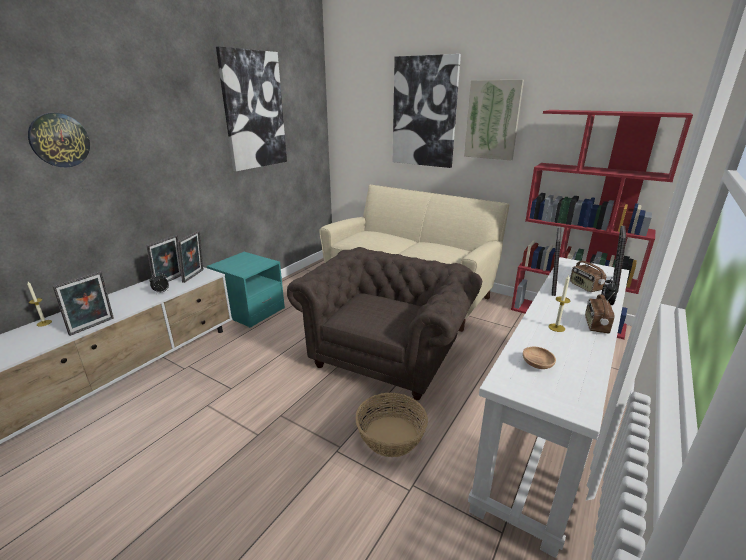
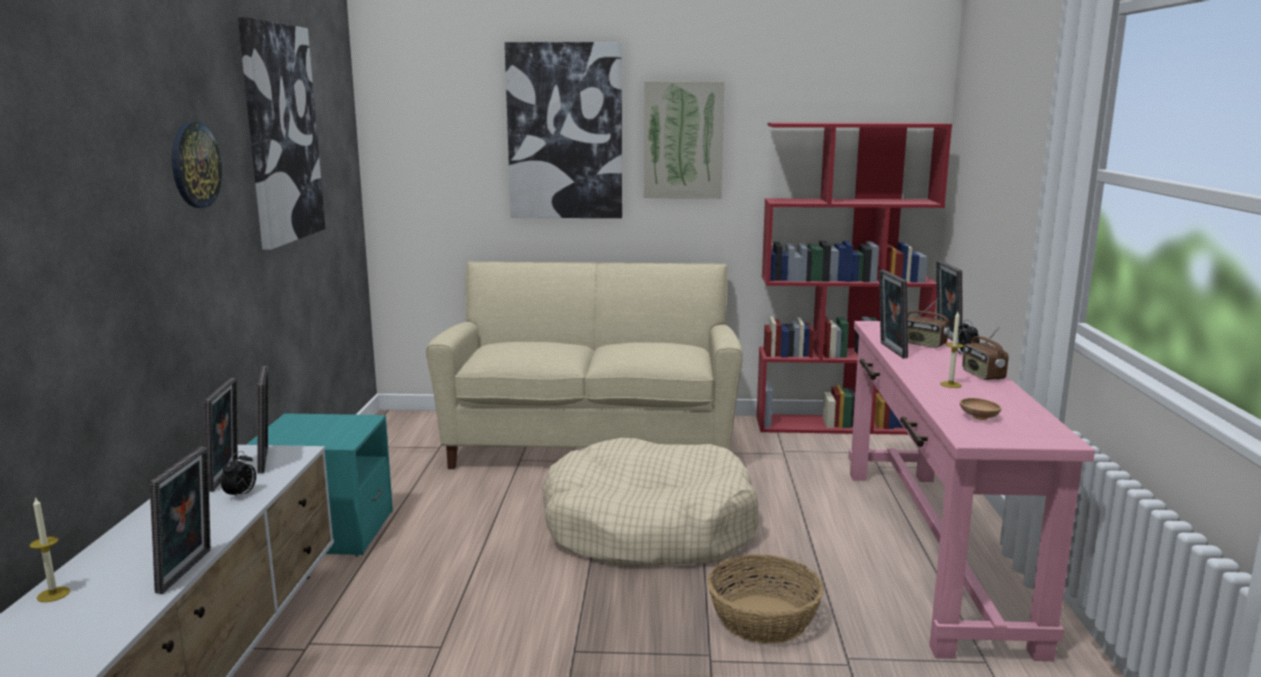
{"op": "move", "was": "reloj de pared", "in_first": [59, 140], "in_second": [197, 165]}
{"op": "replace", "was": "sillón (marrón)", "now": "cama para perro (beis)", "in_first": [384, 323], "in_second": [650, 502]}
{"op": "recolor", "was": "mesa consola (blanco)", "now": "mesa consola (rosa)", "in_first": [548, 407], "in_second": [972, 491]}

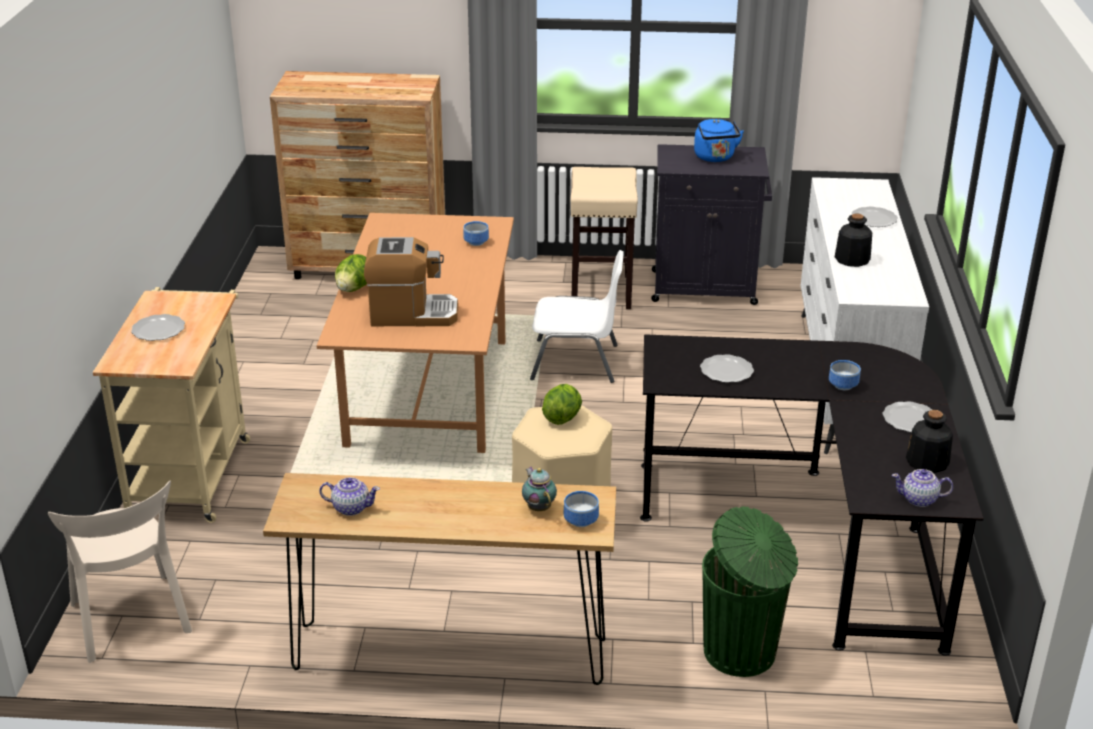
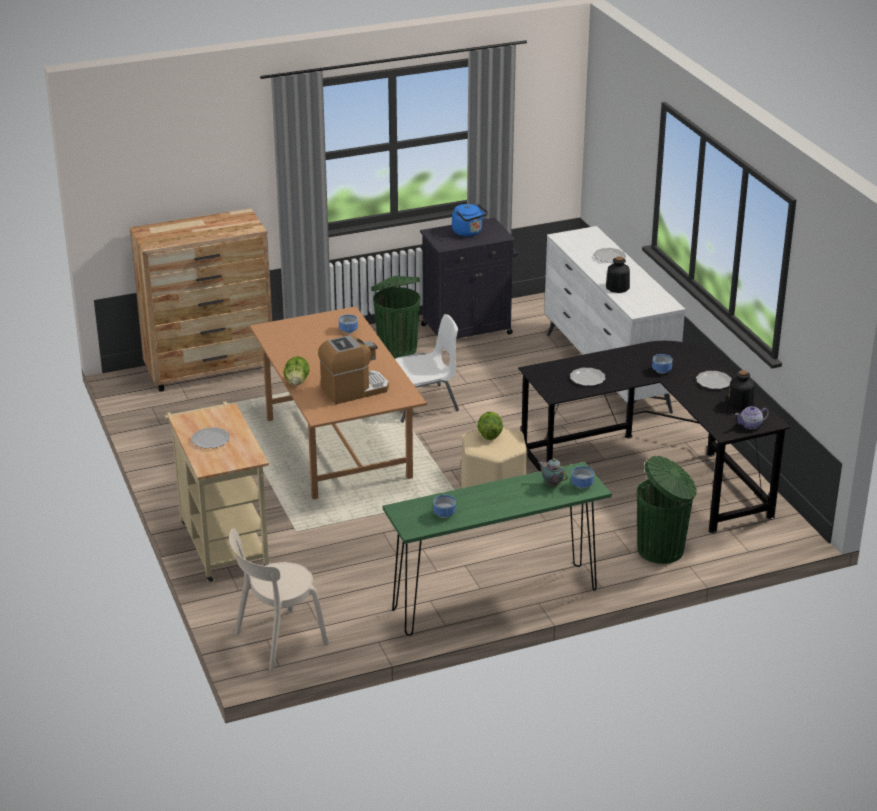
{"op": "rotate", "was": "silla (beis)", "in_first": [120, 572], "in_second": [279, 599], "clockwise": 105}
{"op": "recolor", "was": "mesa consola (marrón)", "now": "mesa consola (verde)", "in_first": [439, 579], "in_second": [497, 549]}
{"op": "replace", "was": "tetera", "now": "cuenco", "in_first": [349, 496], "in_second": [444, 506]}
{"op": "replace", "was": "taburete (beis)", "now": "papelera (verde)", "in_first": [604, 238], "in_second": [395, 317]}

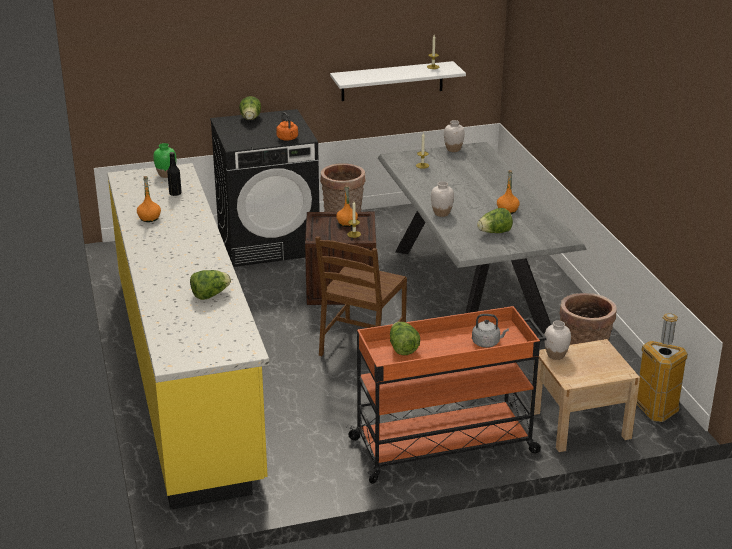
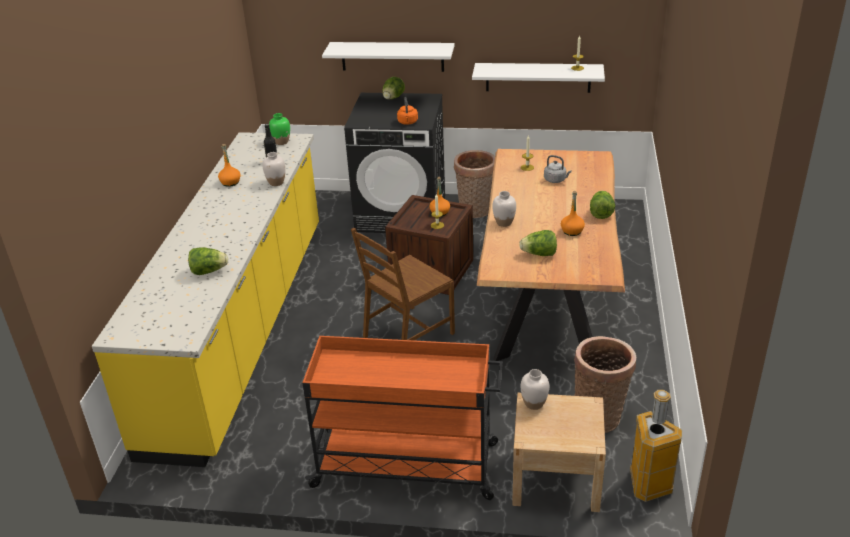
{"op": "recolor", "was": "mesa de comedor (gris)", "now": "mesa de comedor (marrón)", "in_first": [482, 238], "in_second": [551, 255]}
{"op": "move", "was": "lechuga", "in_first": [405, 338], "in_second": [602, 205]}
{"op": "move", "was": "florero (blanco)", "in_first": [454, 136], "in_second": [274, 169]}
{"op": "move", "was": "hervidor (gris)", "in_first": [490, 331], "in_second": [558, 169]}
{"op": "insert", "now": "estante (blanco)", "in_second": [388, 57]}

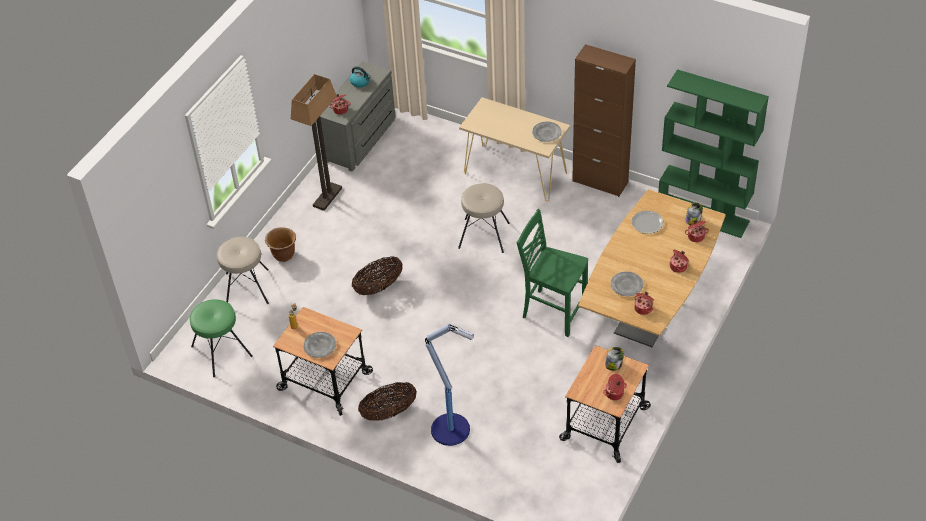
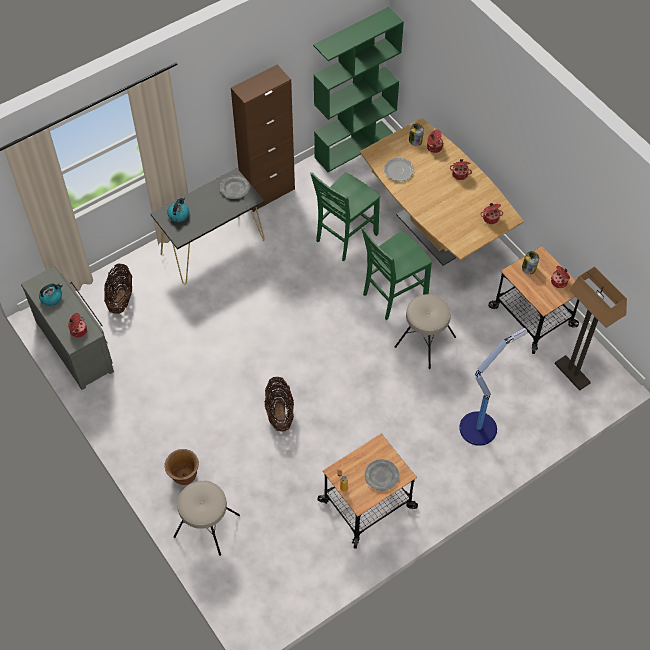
{"op": "delete", "was": "taburete (verde)", "in_first": [221, 338]}
{"op": "move", "was": "lámpara de pie", "in_first": [316, 142], "in_second": [591, 328]}
{"op": "move", "was": "cesta", "in_first": [387, 401], "in_second": [118, 289]}
{"op": "move", "was": "taburete (beis)", "in_first": [484, 218], "in_second": [425, 331]}
{"op": "recolor", "was": "mesa consola (beis)", "now": "mesa consola (negro)", "in_first": [514, 149], "in_second": [207, 226]}
{"op": "delete", "was": "plato (gris)", "in_first": [627, 283]}
{"op": "insert", "now": "hervidor", "in_second": [178, 209]}
{"op": "insert", "now": "silla (verde)", "in_second": [345, 216]}

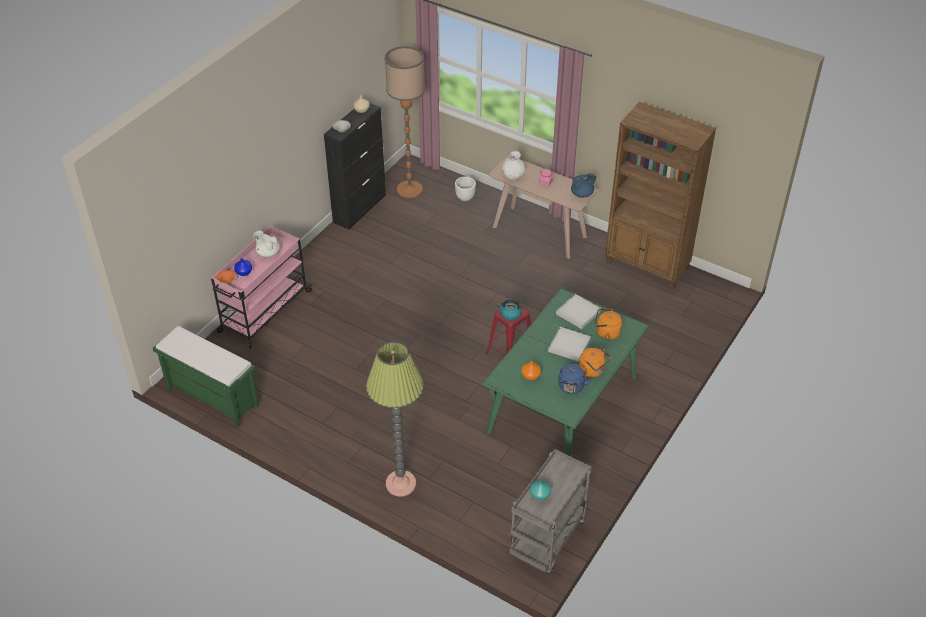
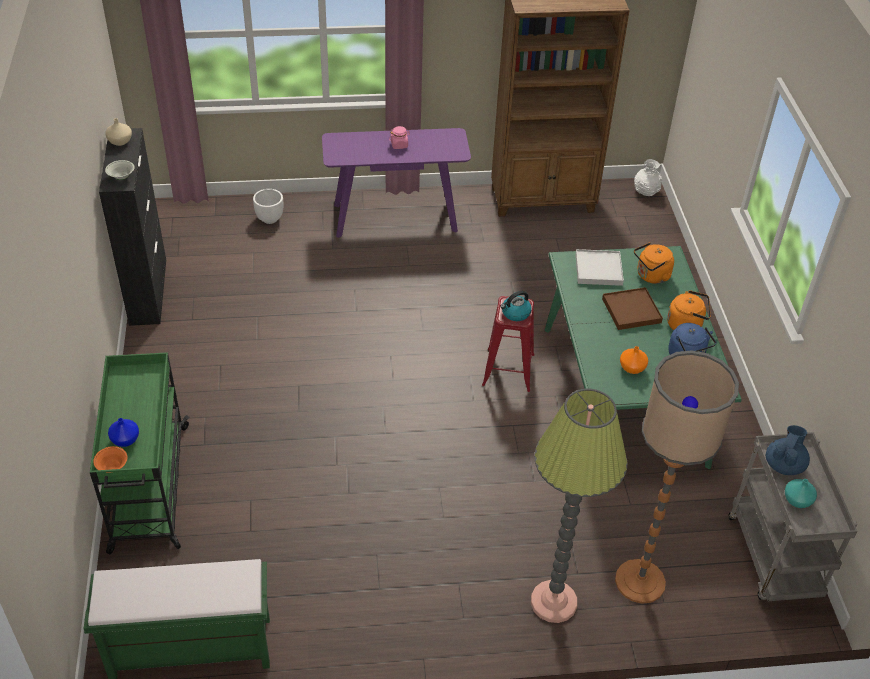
{"op": "recolor", "was": "carrito (rosa)", "now": "carrito (verde)", "in_first": [261, 287], "in_second": [139, 453]}
{"op": "delete", "was": "tetera (blanco)", "in_first": [266, 244]}
{"op": "move", "was": "lámpara de pie", "in_first": [404, 122], "in_second": [677, 477]}
{"op": "recolor", "was": "mesa consola (beis)", "now": "mesa consola (morado)", "in_first": [543, 207], "in_second": [396, 183]}
{"op": "move", "was": "florero (blanco)", "in_first": [513, 165], "in_second": [648, 177]}
{"op": "recolor", "was": "bandeja (blanco)", "now": "bandeja (marrón)", "in_first": [569, 344], "in_second": [632, 308]}
{"op": "move", "was": "tetera (azul)", "in_first": [584, 186], "in_second": [788, 450]}

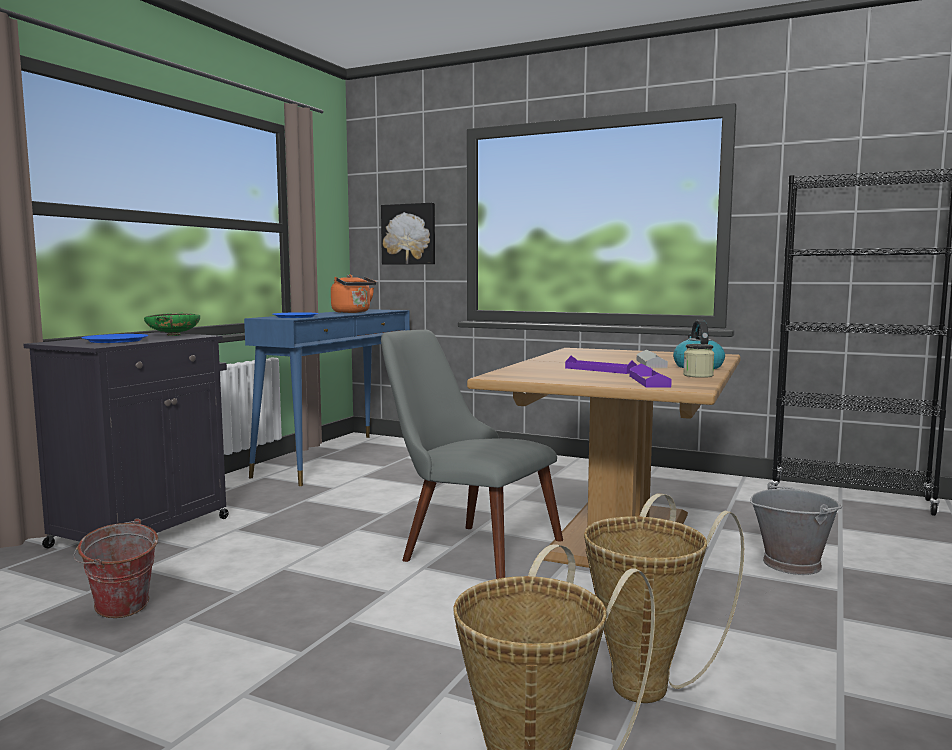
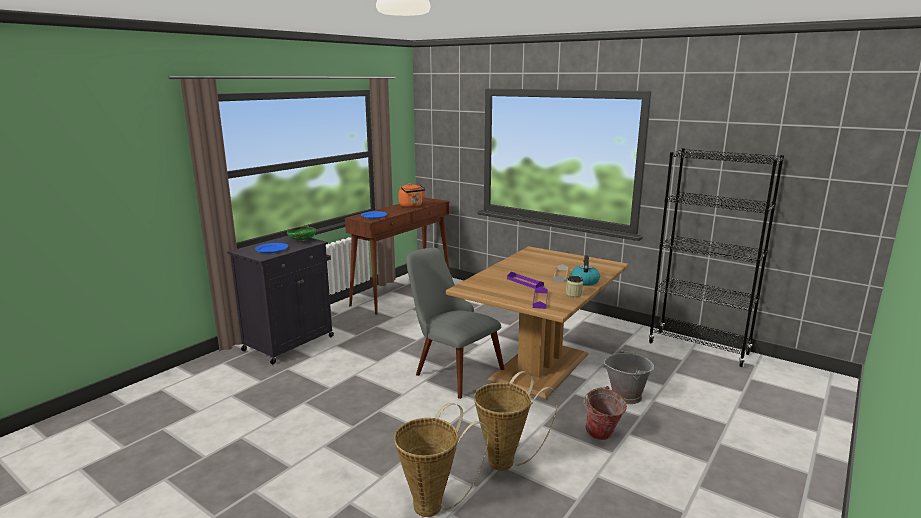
{"op": "move", "was": "cubo", "in_first": [115, 568], "in_second": [605, 413]}
{"op": "recolor", "was": "mesa consola (azul)", "now": "mesa consola (marrón)", "in_first": [327, 397], "in_second": [397, 256]}
{"op": "delete", "was": "cuadro", "in_first": [408, 234]}

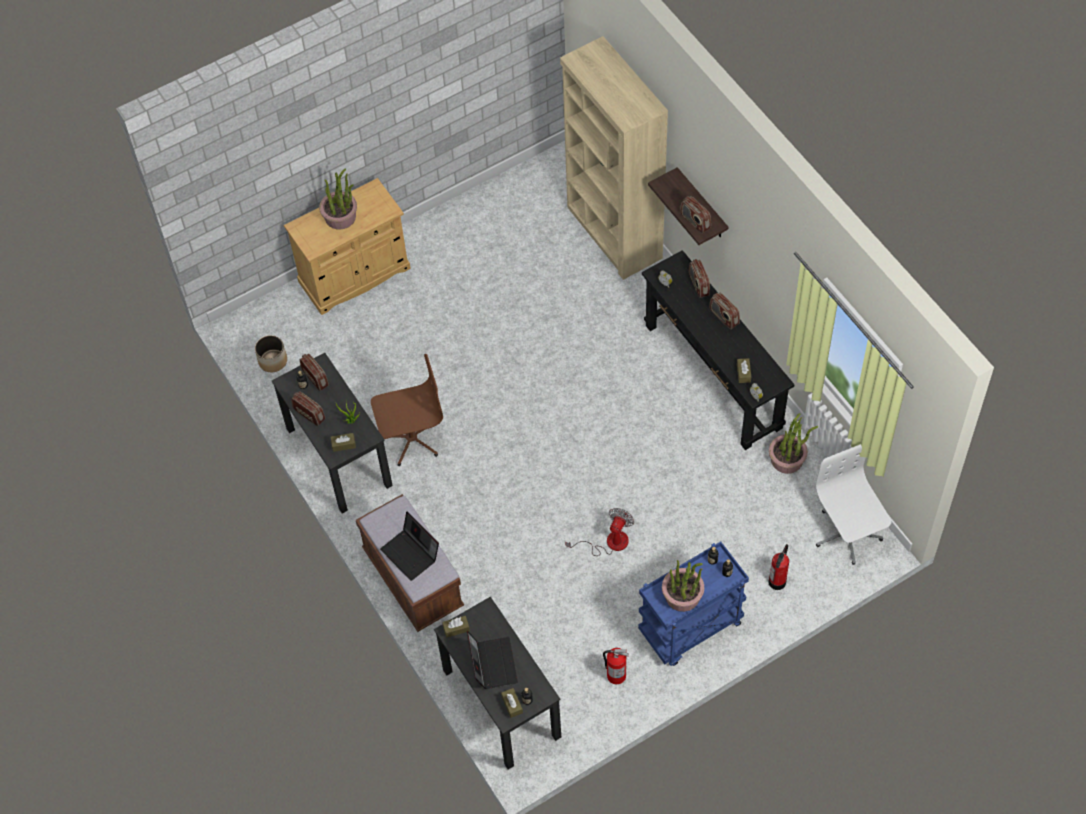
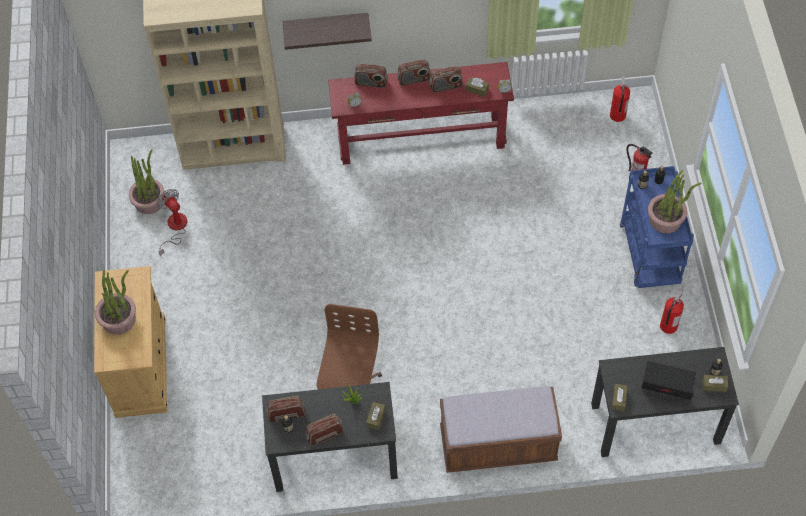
{"op": "delete", "was": "maceta", "in_first": [271, 353]}
{"op": "delete", "was": "portátil", "in_first": [409, 546]}
{"op": "move", "was": "ventilador", "in_first": [599, 532], "in_second": [172, 222]}
{"op": "recolor", "was": "mesa consola (negro)", "now": "mesa consola (rojo)", "in_first": [718, 350], "in_second": [421, 113]}
{"op": "move", "was": "radio", "in_first": [695, 215], "in_second": [446, 79]}
{"op": "move", "was": "planta en maceta", "in_first": [793, 443], "in_second": [146, 181]}
{"op": "replace", "was": "silla de oficina (blanco)", "now": "extintor", "in_first": [853, 504], "in_second": [620, 98]}

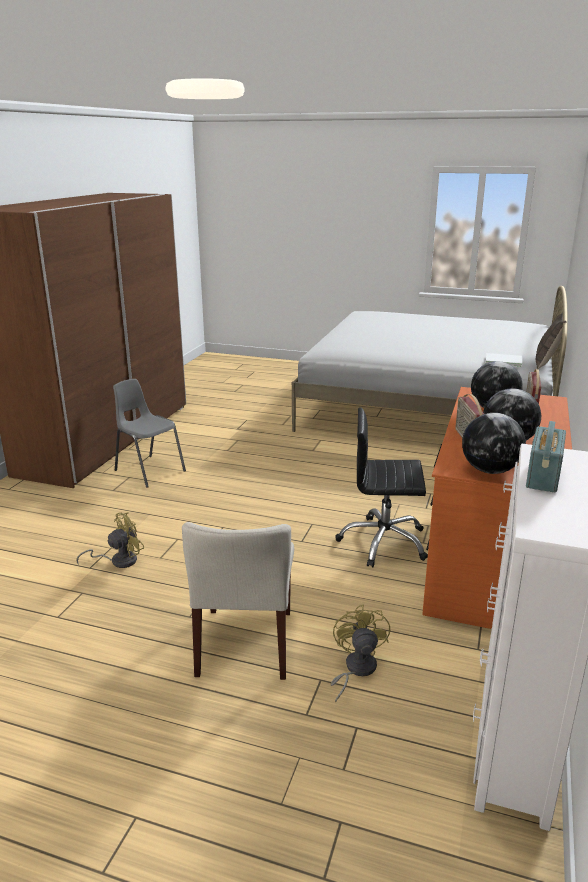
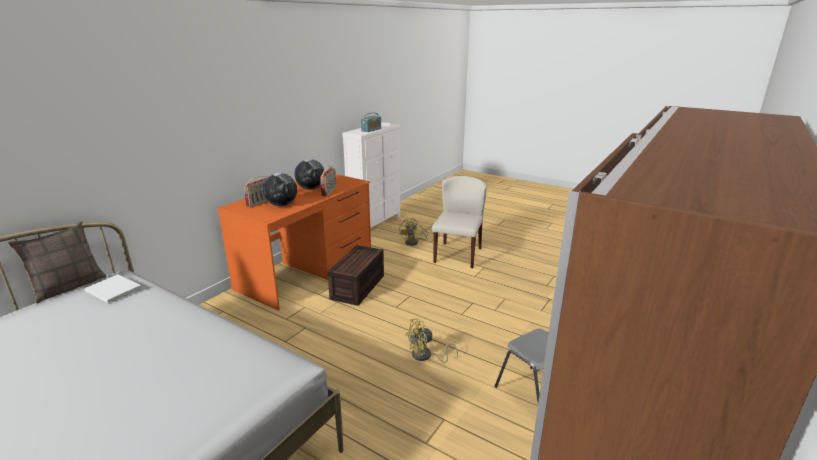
{"op": "move", "was": "ventilador (amarillo)", "in_first": [110, 540], "in_second": [432, 340]}
{"op": "replace", "was": "silla de oficina (negro)", "now": "caja de almacenaje (marrón)", "in_first": [381, 487], "in_second": [355, 275]}
{"op": "delete", "was": "globo terráqueo", "in_first": [494, 443]}

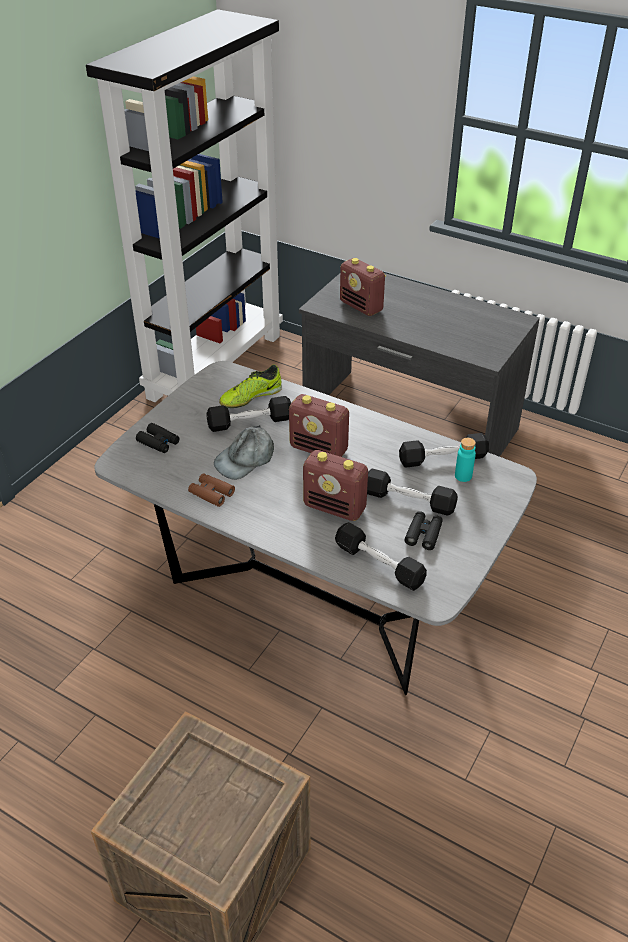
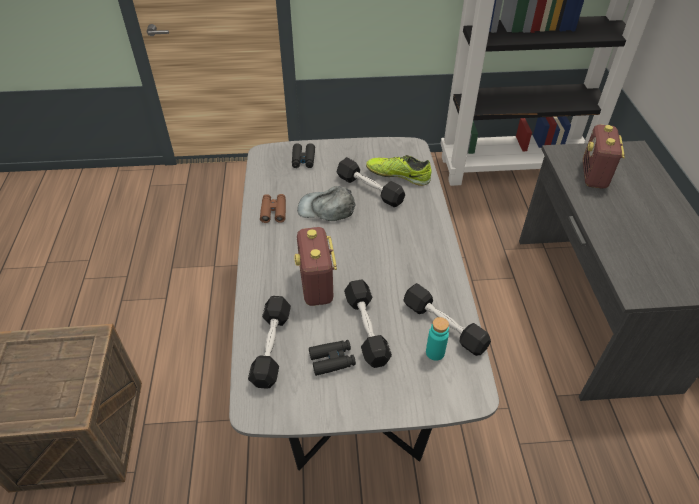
{"op": "delete", "was": "radio", "in_first": [319, 425]}

